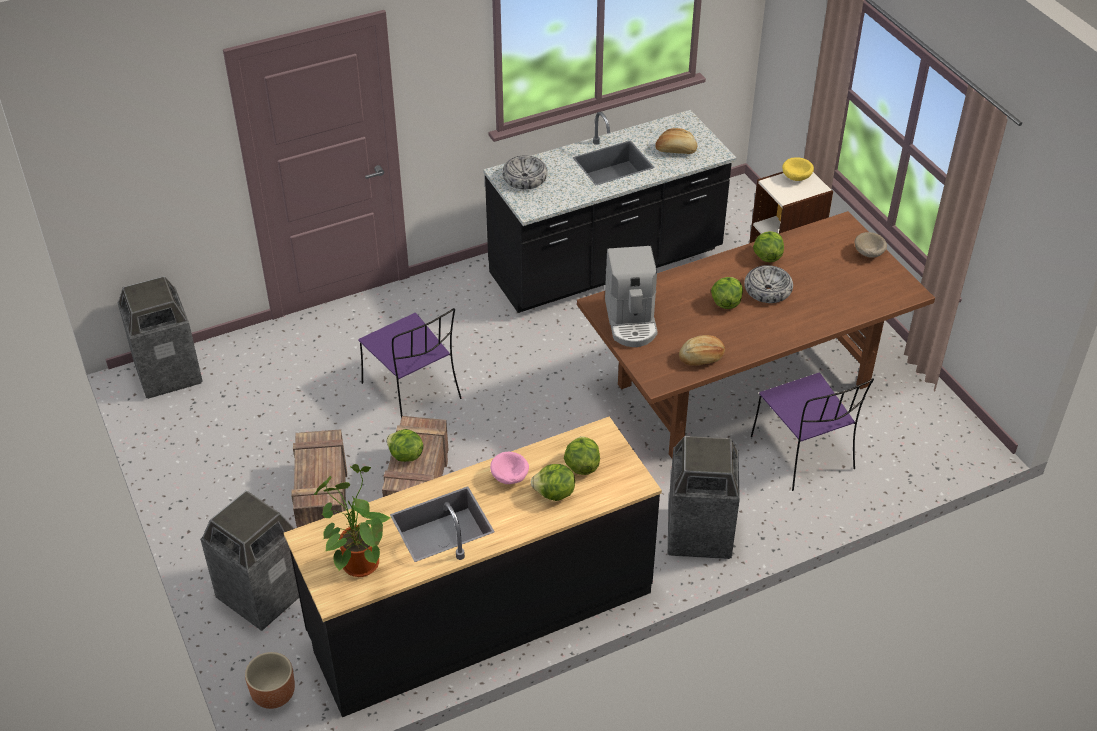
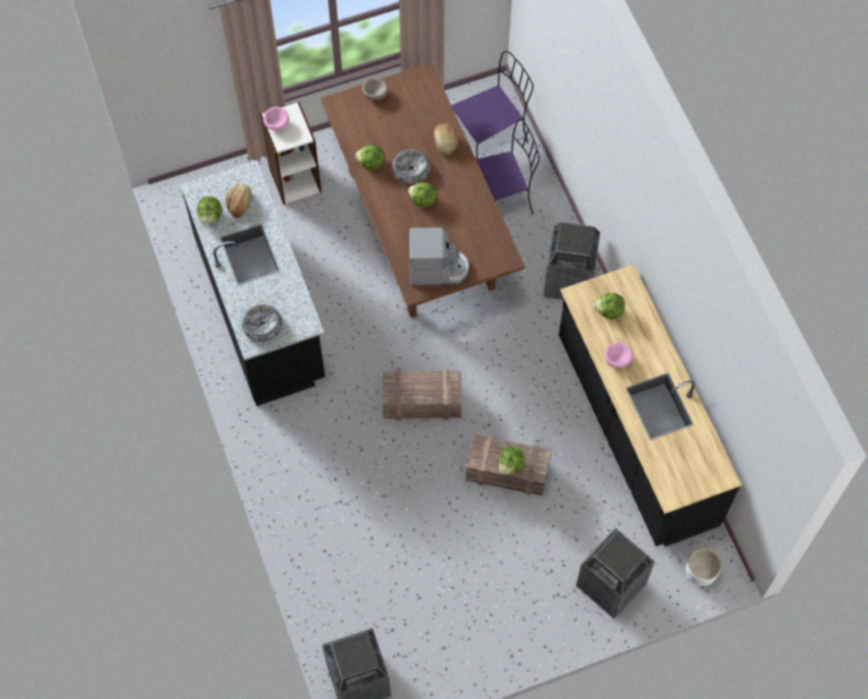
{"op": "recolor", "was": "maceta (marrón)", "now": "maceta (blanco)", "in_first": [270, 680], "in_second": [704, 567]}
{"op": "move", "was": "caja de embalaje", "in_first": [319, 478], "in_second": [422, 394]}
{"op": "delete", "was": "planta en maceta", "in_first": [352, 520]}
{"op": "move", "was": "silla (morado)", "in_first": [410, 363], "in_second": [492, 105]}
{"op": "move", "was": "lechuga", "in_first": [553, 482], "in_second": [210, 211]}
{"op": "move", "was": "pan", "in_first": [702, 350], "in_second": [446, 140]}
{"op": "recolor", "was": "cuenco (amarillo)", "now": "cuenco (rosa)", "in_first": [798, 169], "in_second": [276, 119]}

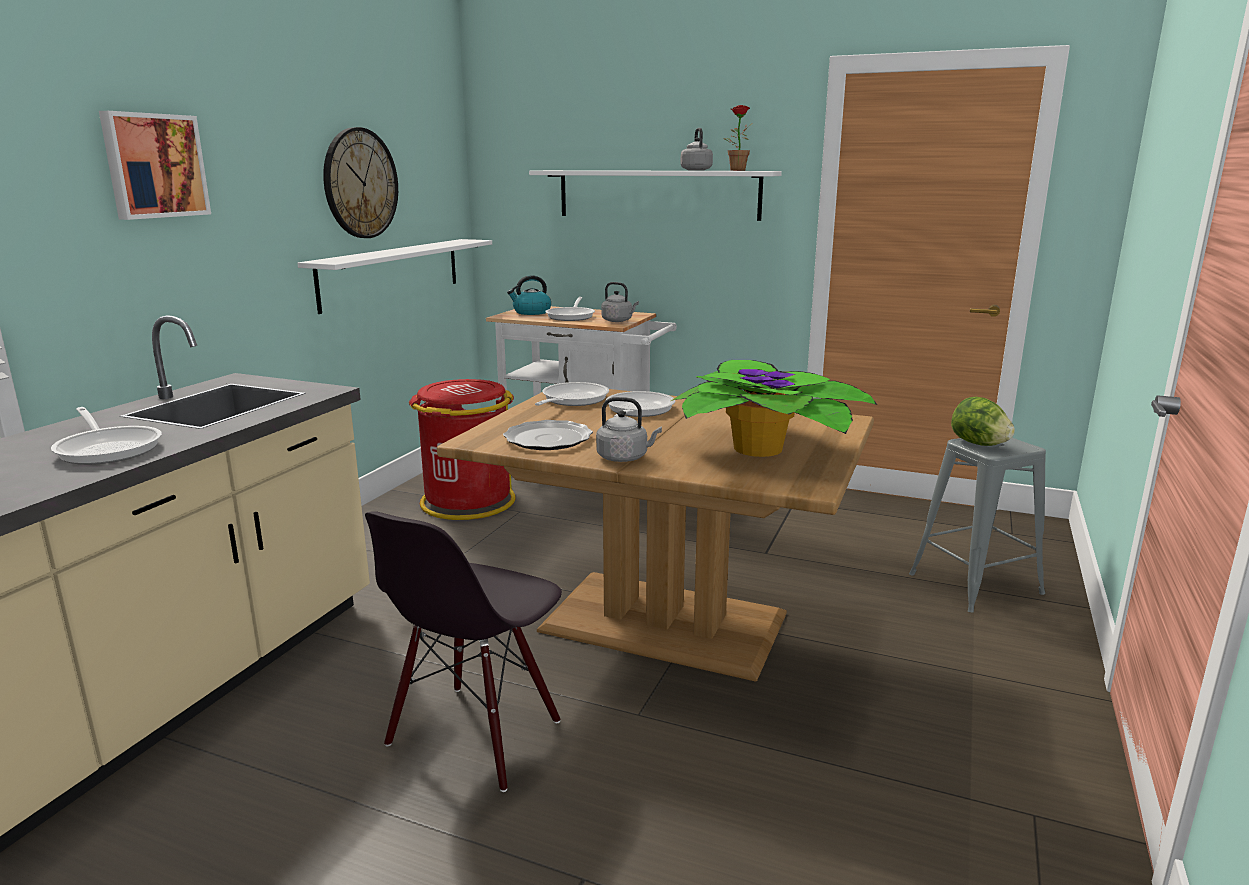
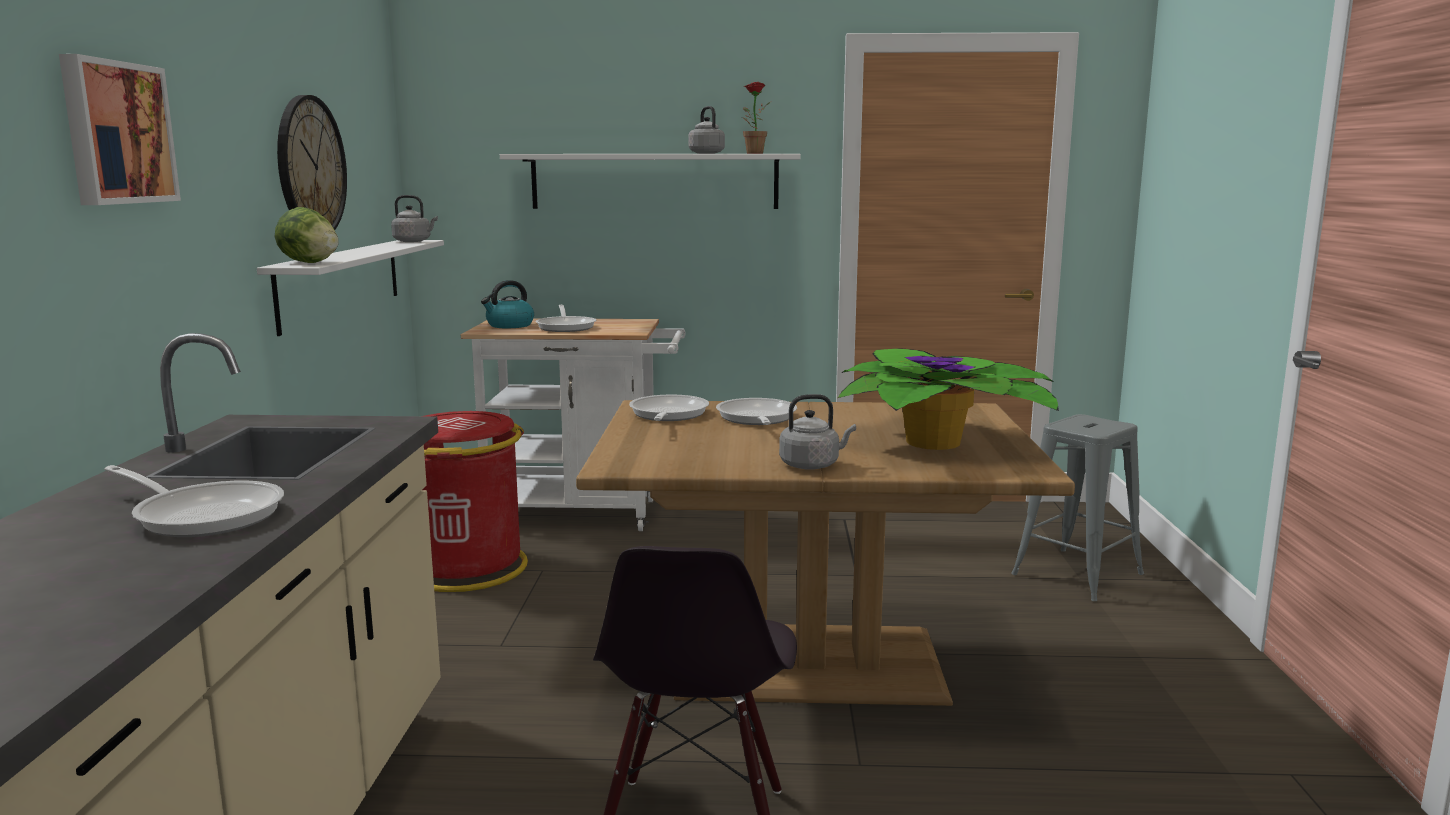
{"op": "delete", "was": "plato", "in_first": [548, 435]}
{"op": "move", "was": "hervidor (gris)", "in_first": [620, 302], "in_second": [414, 218]}
{"op": "move", "was": "lechuga", "in_first": [983, 421], "in_second": [307, 235]}

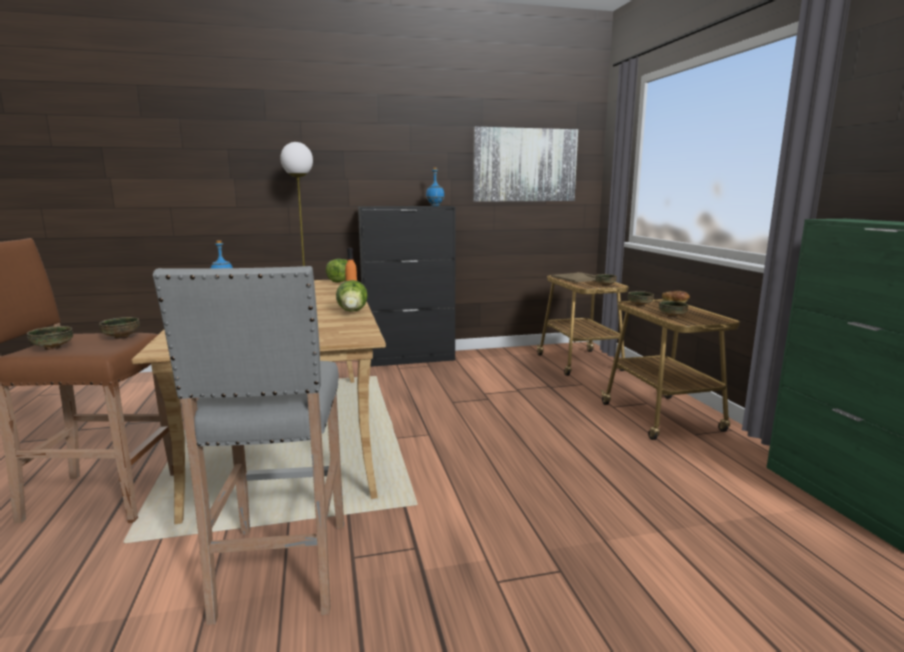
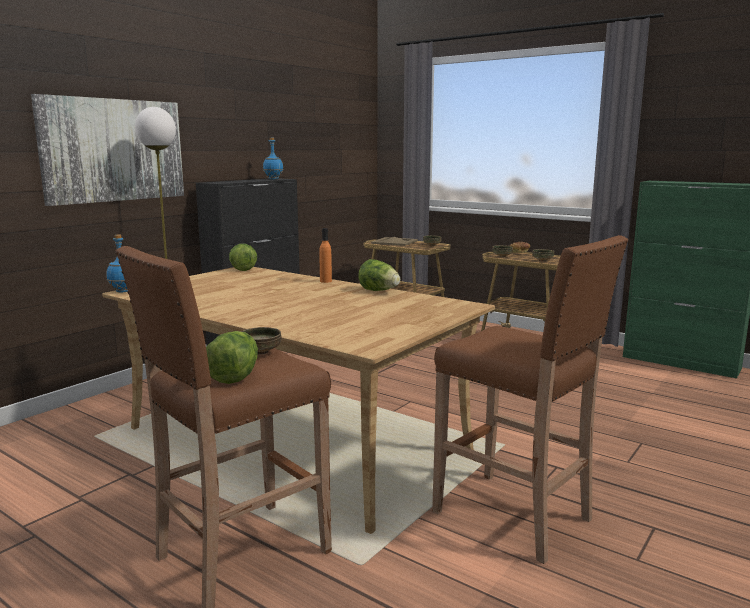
{"op": "replace", "was": "cuenco", "now": "lechuga", "in_first": [50, 338], "in_second": [232, 357]}
{"op": "recolor", "was": "taburete (gris)", "now": "taburete (marrón)", "in_first": [248, 445], "in_second": [530, 399]}
{"op": "move", "was": "cuadro", "in_first": [525, 164], "in_second": [107, 150]}

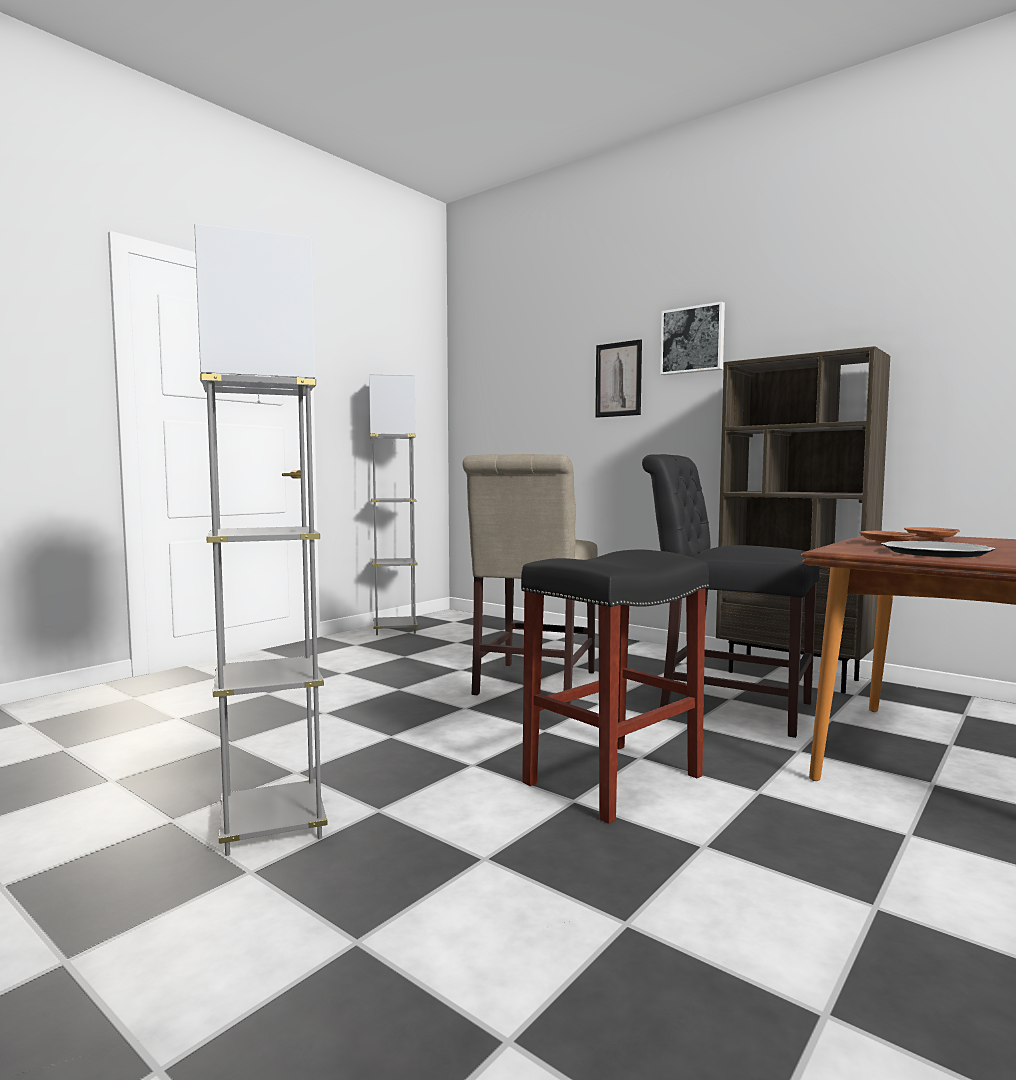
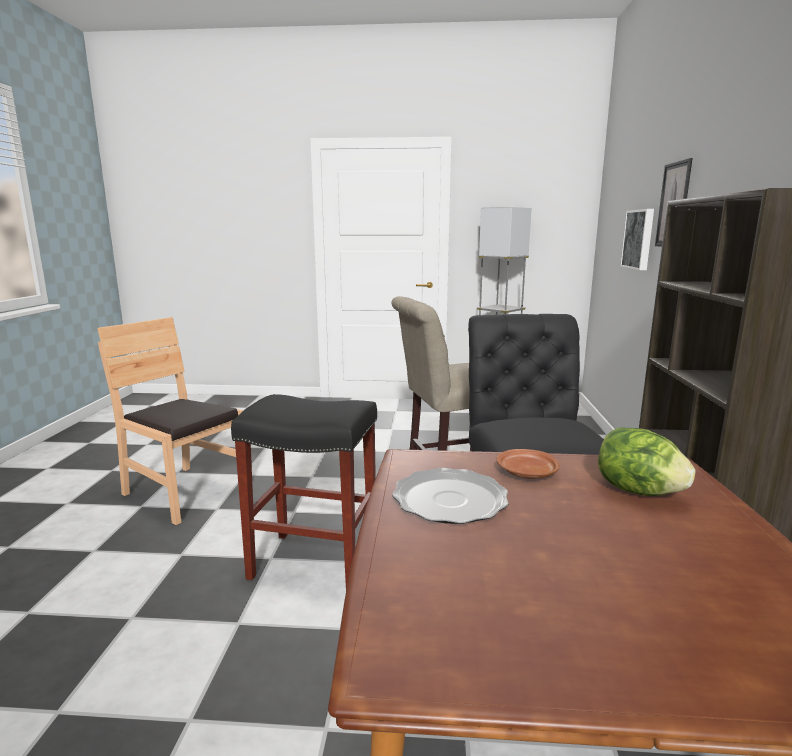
{"op": "replace", "was": "lámpara de pie (gris)", "now": "silla (marrón)", "in_first": [260, 540], "in_second": [170, 421]}
{"op": "move", "was": "cuadro", "in_first": [692, 338], "in_second": [637, 239]}
{"op": "replace", "was": "plato (marrón)", "now": "lechuga", "in_first": [932, 534], "in_second": [646, 461]}

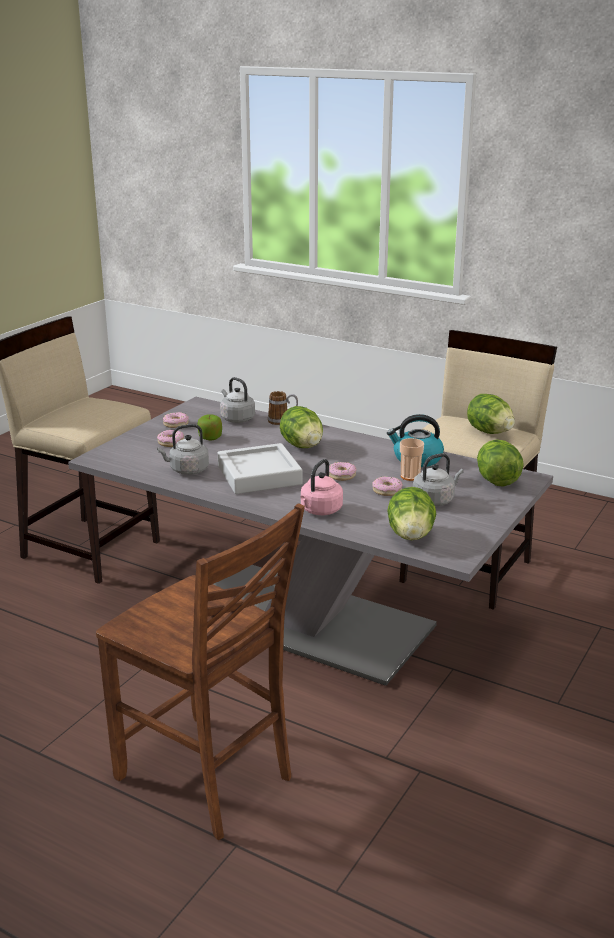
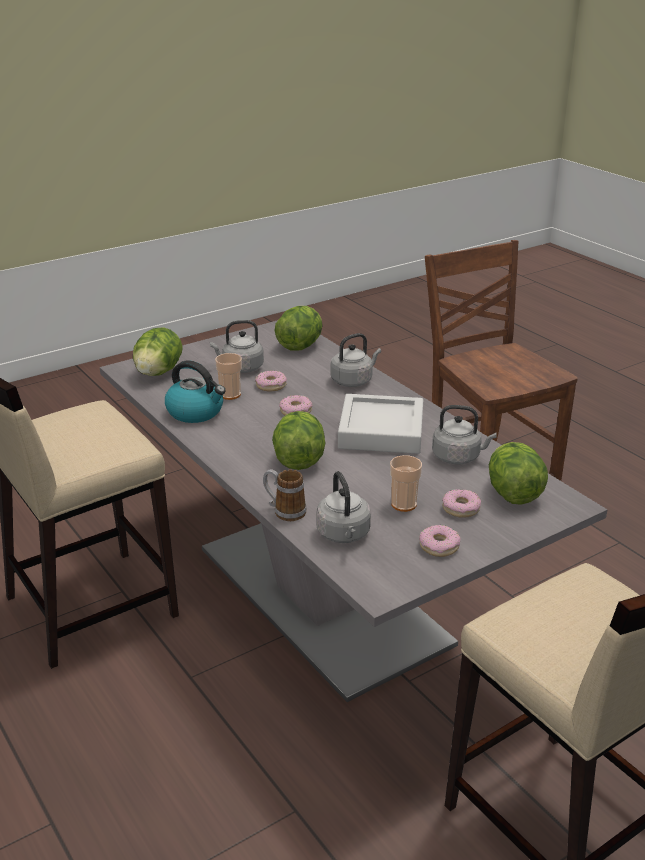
{"op": "replace", "was": "manzana", "now": "taza", "in_first": [209, 427], "in_second": [406, 483]}
{"op": "recolor", "was": "hervidor (rosa)", "now": "hervidor (gris)", "in_first": [321, 487], "in_second": [355, 360]}
{"op": "move", "was": "lechuga", "in_first": [491, 414], "in_second": [518, 473]}

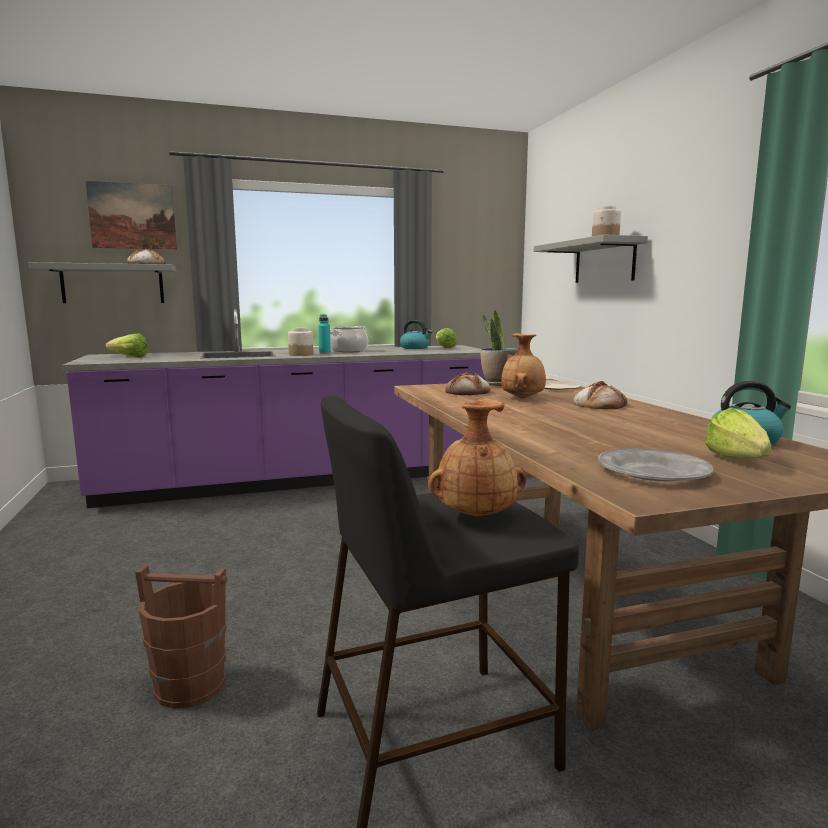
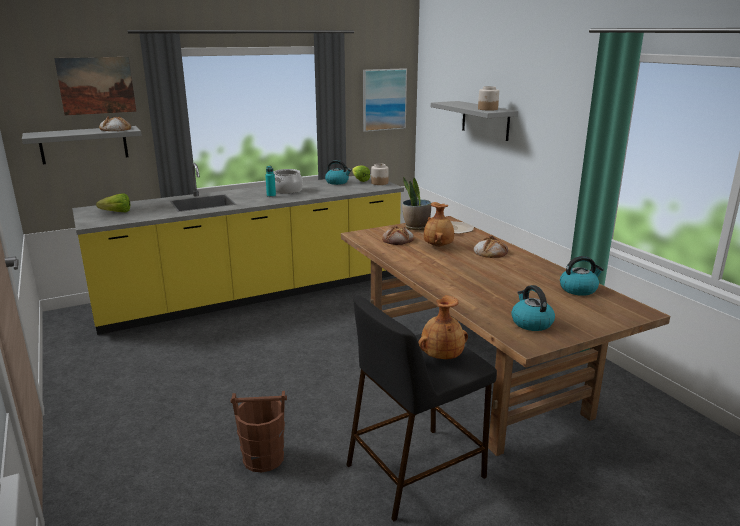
{"op": "recolor", "was": "mueble bajo de cocina (morado)", "now": "mueble bajo de cocina (amarillo)", "in_first": [274, 408], "in_second": [238, 249]}
{"op": "move", "was": "tarro", "in_first": [300, 342], "in_second": [380, 174]}
{"op": "replace", "was": "plato (gris)", "now": "hervidor", "in_first": [656, 464], "in_second": [533, 308]}
{"op": "delete", "was": "lechuga", "in_first": [738, 433]}
{"op": "insert", "now": "cuadro", "in_second": [385, 100]}

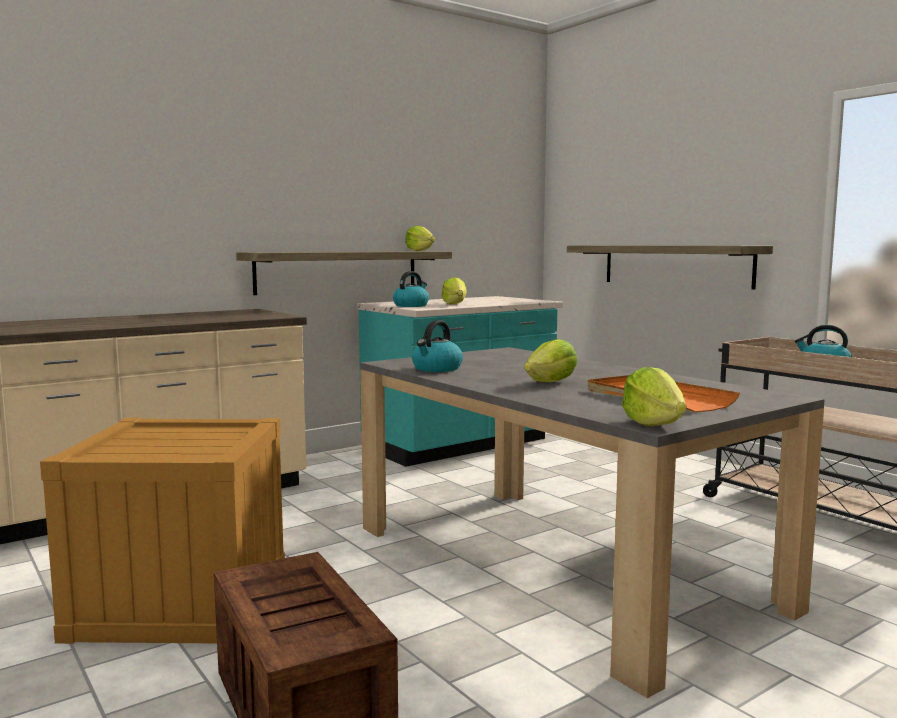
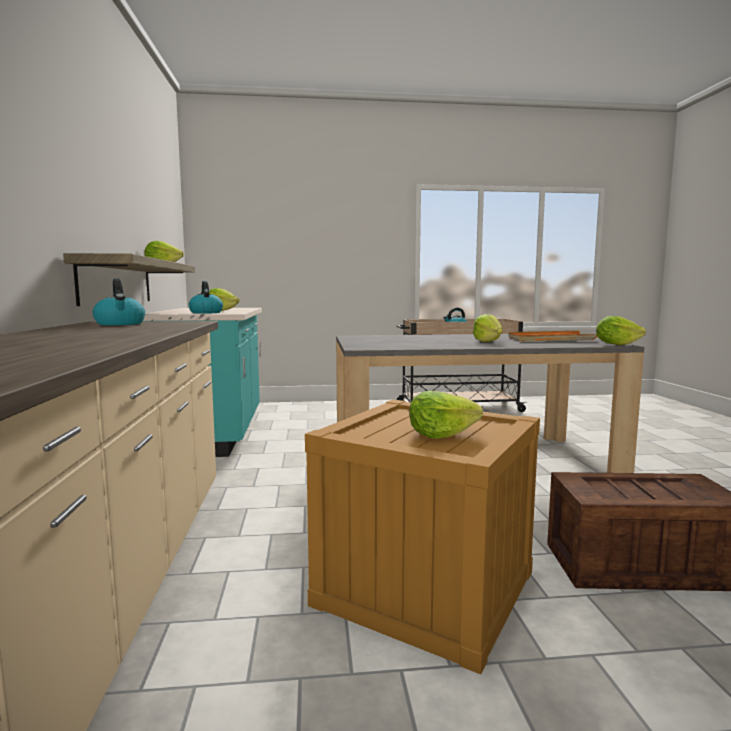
{"op": "move", "was": "hervidor", "in_first": [437, 346], "in_second": [118, 301]}
{"op": "delete", "was": "estante", "in_first": [670, 268]}
{"op": "insert", "now": "lechuga", "in_second": [446, 415]}

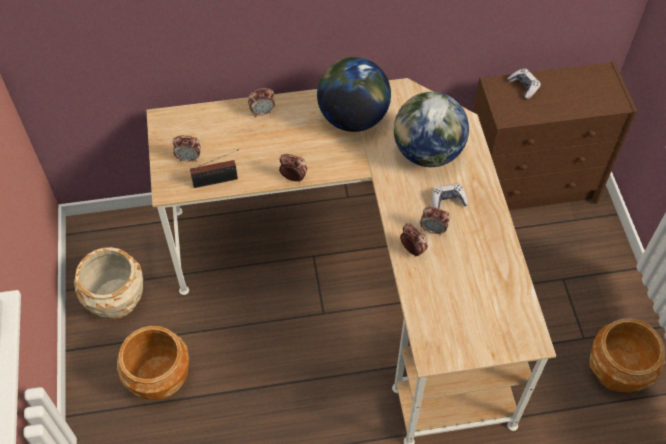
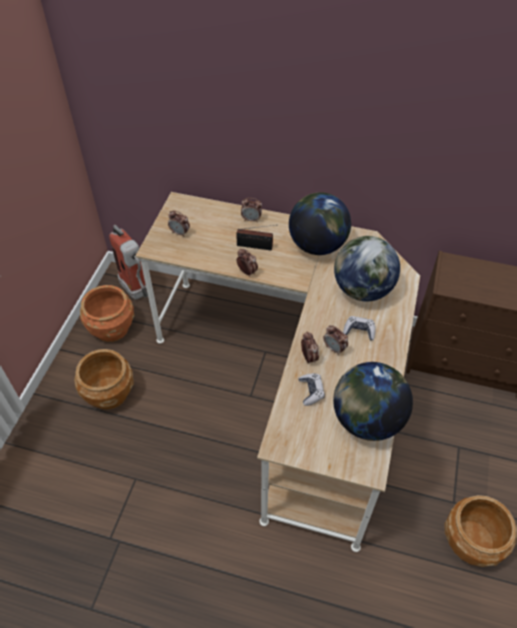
{"op": "recolor", "was": "maceta (beis)", "now": "maceta (naranja)", "in_first": [108, 283], "in_second": [107, 313]}
{"op": "move", "was": "radio", "in_first": [214, 168], "in_second": [255, 238]}
{"op": "move", "was": "mando de consola", "in_first": [524, 84], "in_second": [311, 389]}
{"op": "insert", "now": "extintor", "in_second": [128, 262]}
{"op": "insert", "now": "globo terráqueo", "in_second": [373, 401]}

